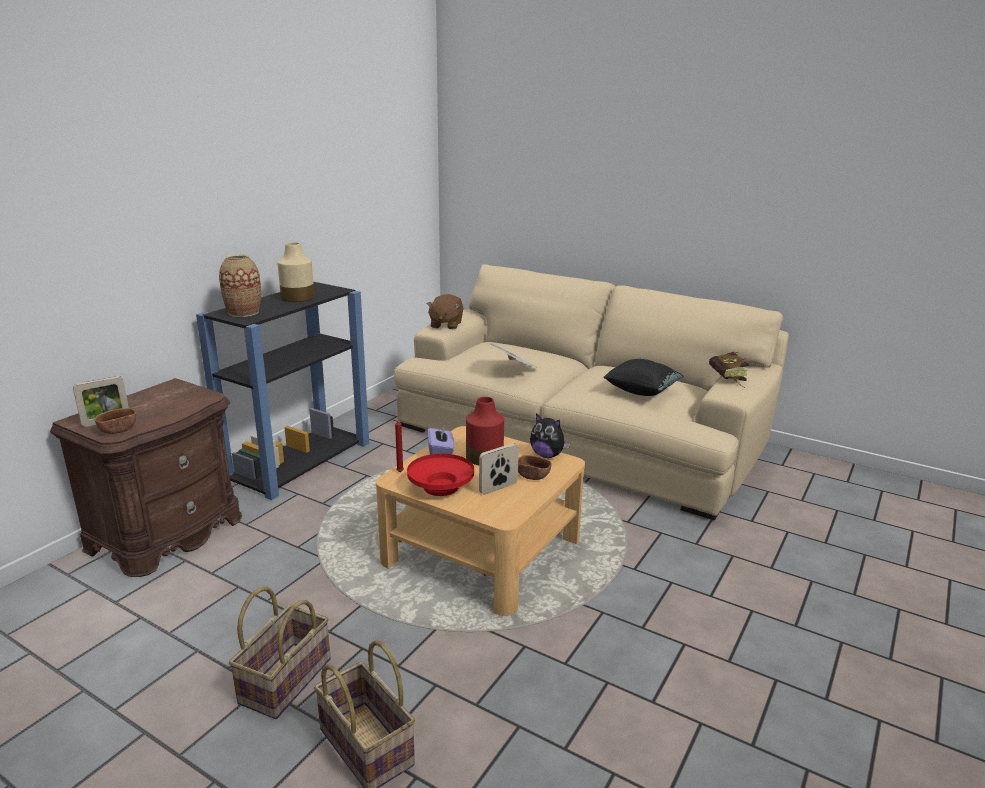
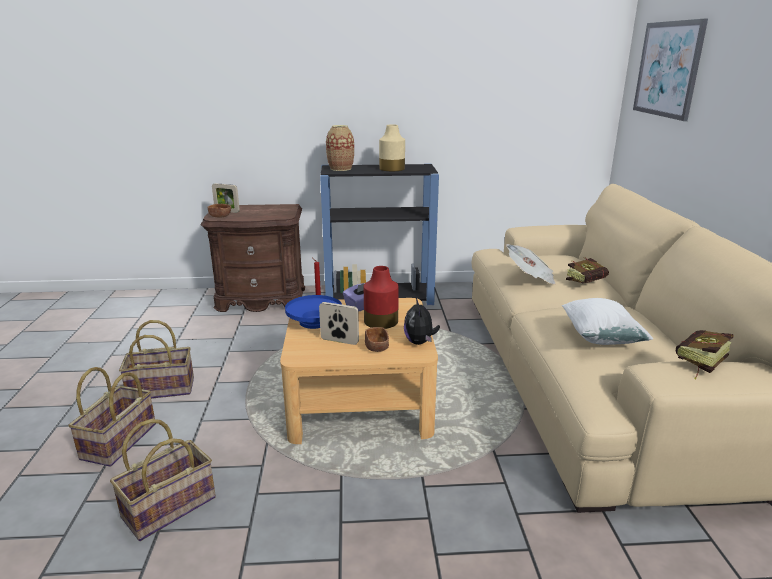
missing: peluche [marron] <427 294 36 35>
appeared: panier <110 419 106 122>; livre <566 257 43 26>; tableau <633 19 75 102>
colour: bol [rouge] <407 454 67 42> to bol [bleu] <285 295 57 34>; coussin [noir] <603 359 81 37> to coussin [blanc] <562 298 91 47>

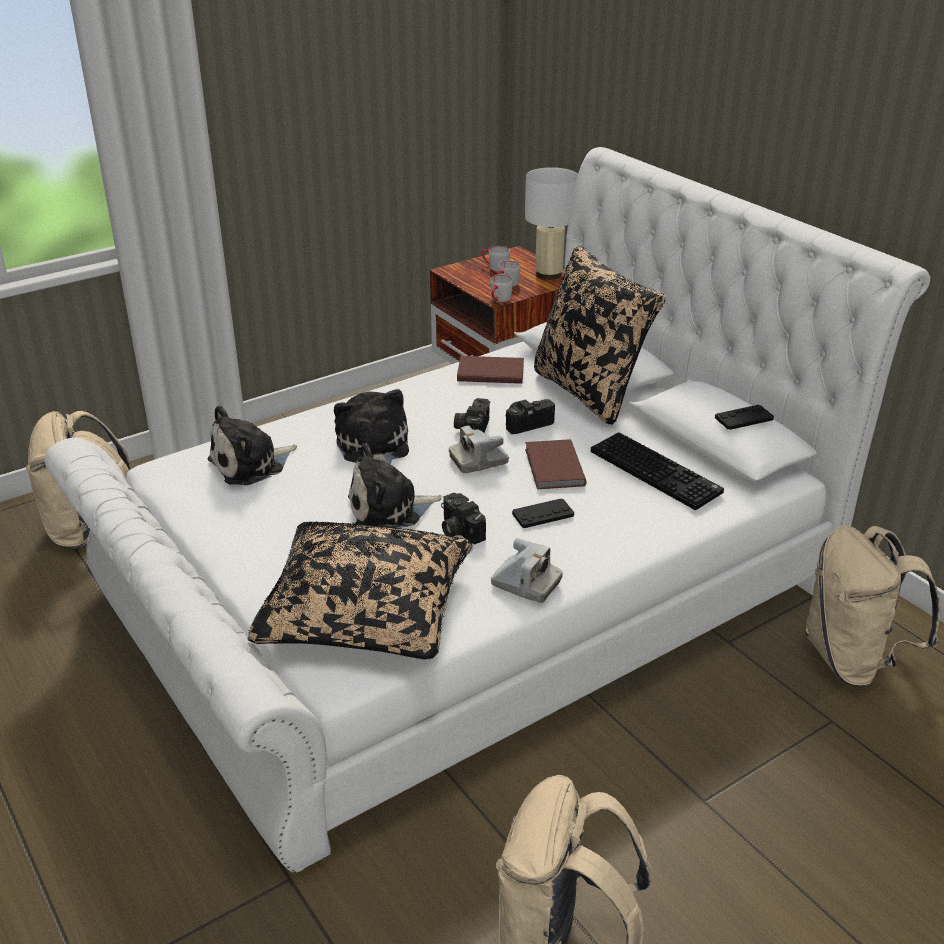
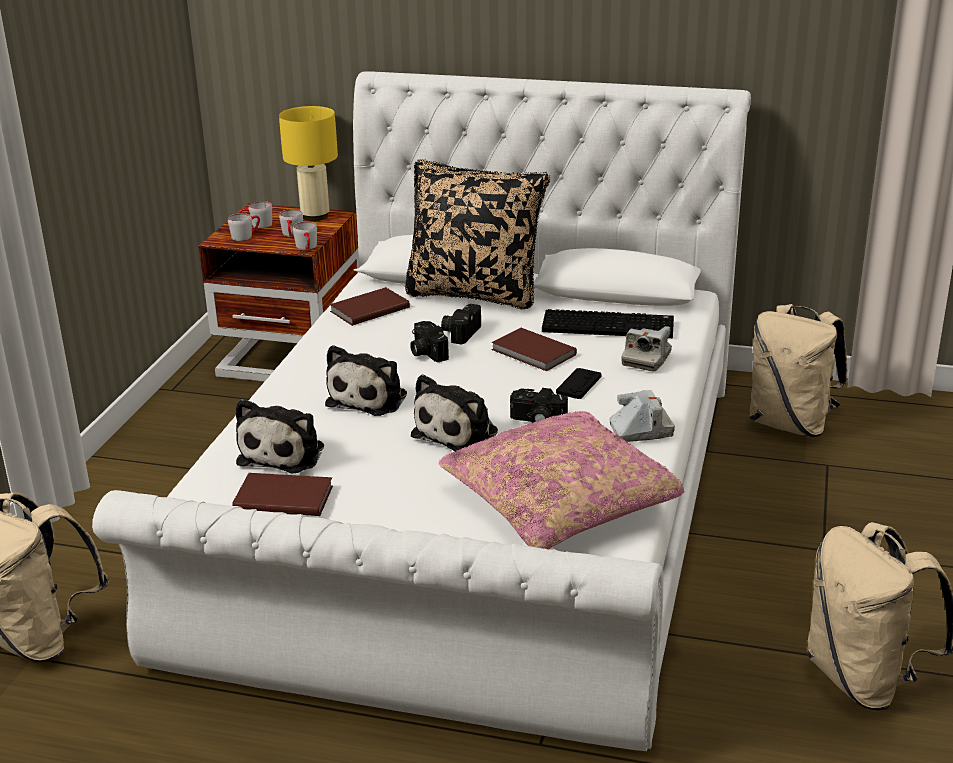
missing: manette [noir] <715 405 59 25>
appeared: mug [gris] <228 213 32 28>; livre [marron] <232 473 101 43>
relocated: appareil photo <449 426 60 47> to <621 326 51 45>
colour: coussin [noir] <248 521 225 139> to coussin [rose] <438 411 246 138>; lampe de table [blanc] <525 167 53 112> to lampe de table [jaune] <279 106 59 115>
spun: peluche <334 389 75 75> = <325 345 82 71> 105 degrees counterclockwise

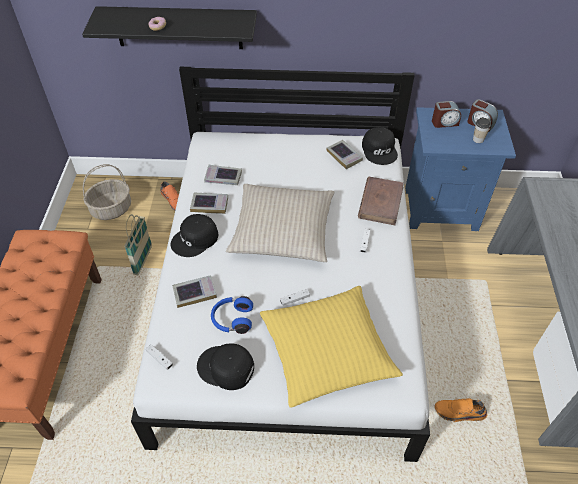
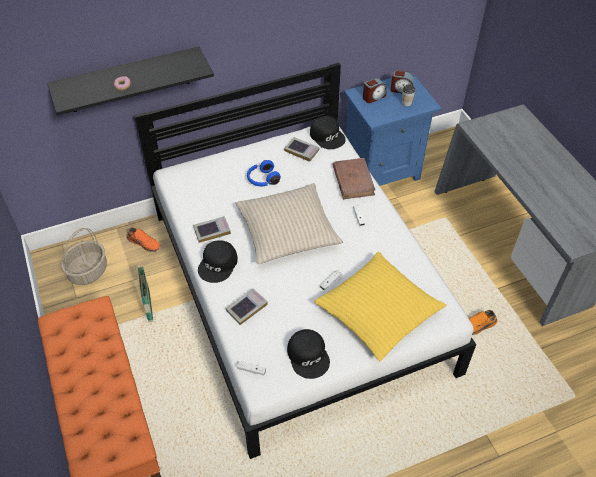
missing: livre <204 165 38 20>
relocated: casque audio [bleu] <211 296 42 38> to <247 160 34 26>
spun: casquette [noir] <197 344 57 46> = <287 329 43 50> 105 degrees counterclockwise

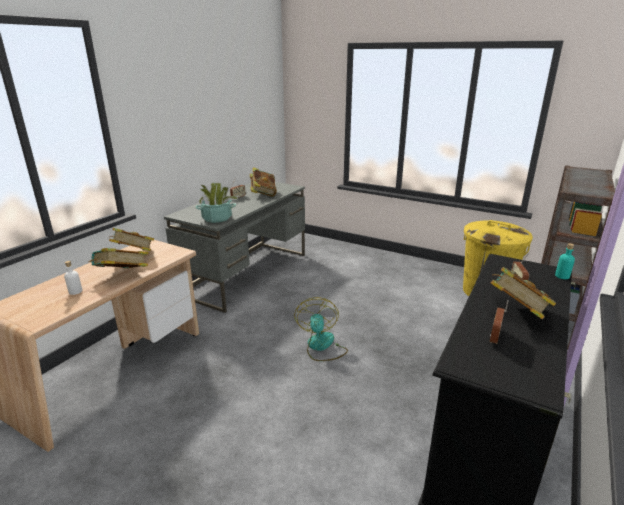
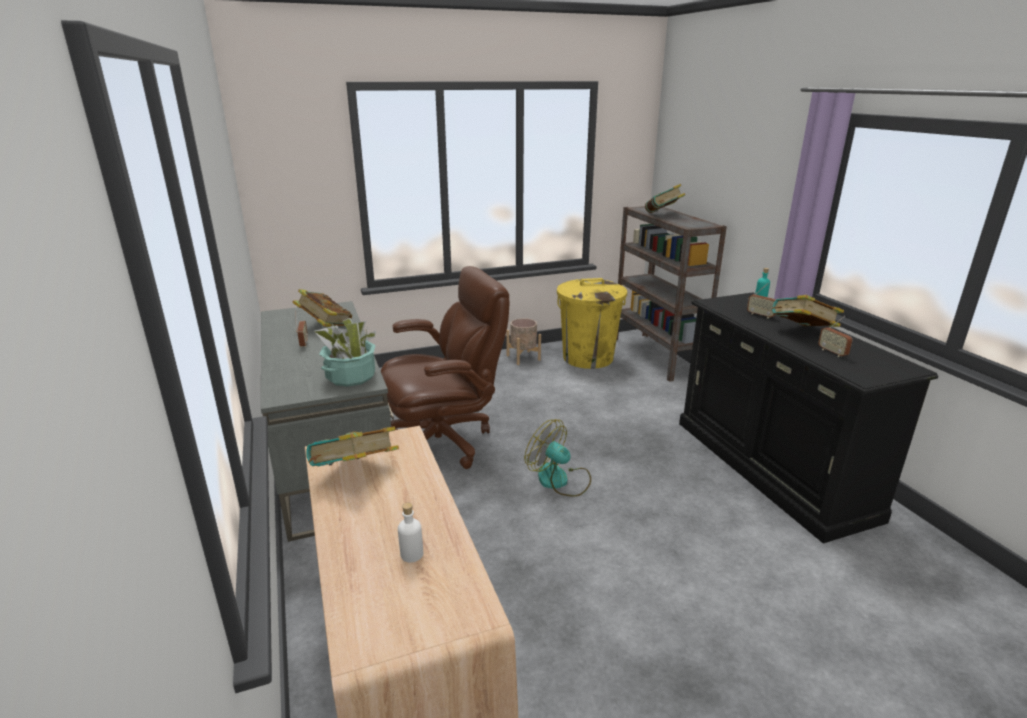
appeared: chaise de bureau [marron] <381 266 128 203>; cache-pot [beige] <506 318 35 47>
relocated: livre <89 248 59 21> to <645 184 40 29>

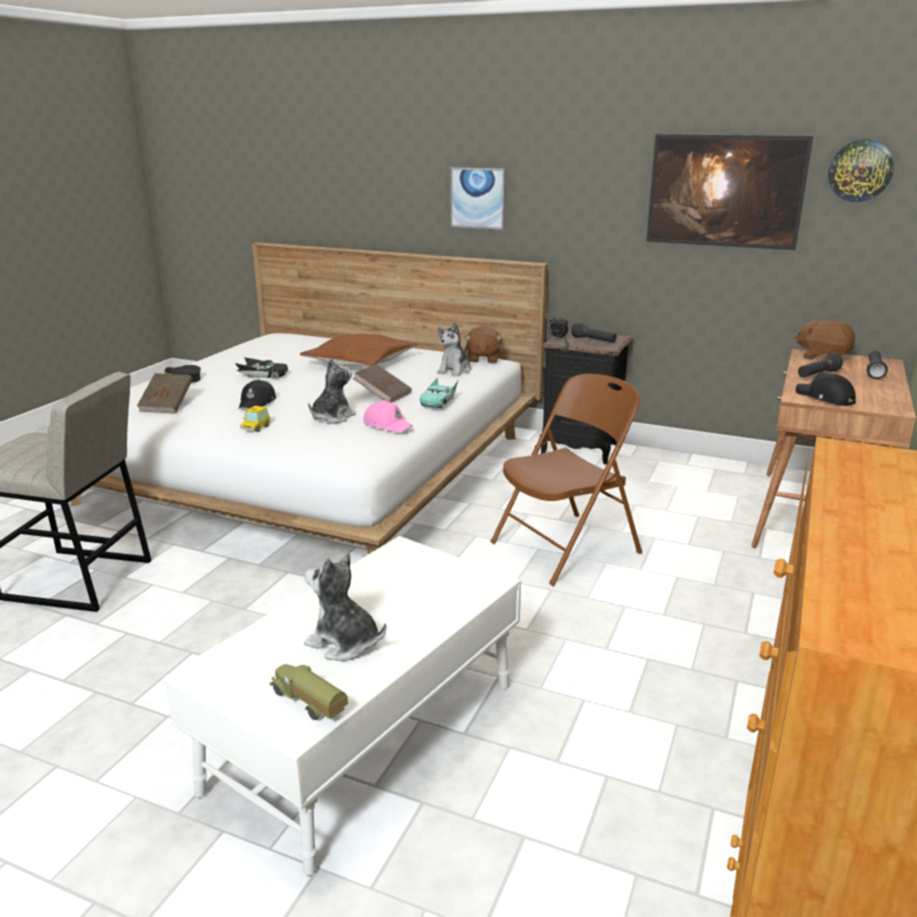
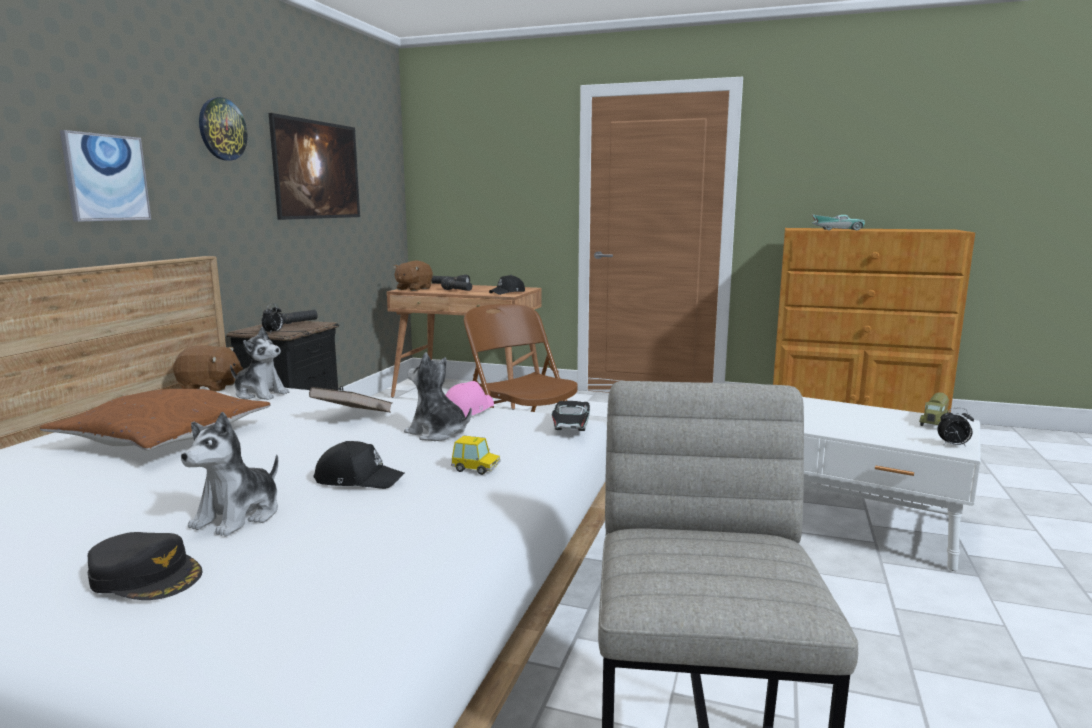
missing: livre [marron] <137 373 55 41>
appeared: réveil <937 408 37 37>
relocated: petite voiture [noir] <235 357 53 23> to <552 401 38 30>; peluche <304 554 82 107> to <181 412 97 125>; petite voiture [turquoise] <420 377 38 31> to <812 215 53 15>; horloge murale <828 139 66 63> to <199 97 48 64>

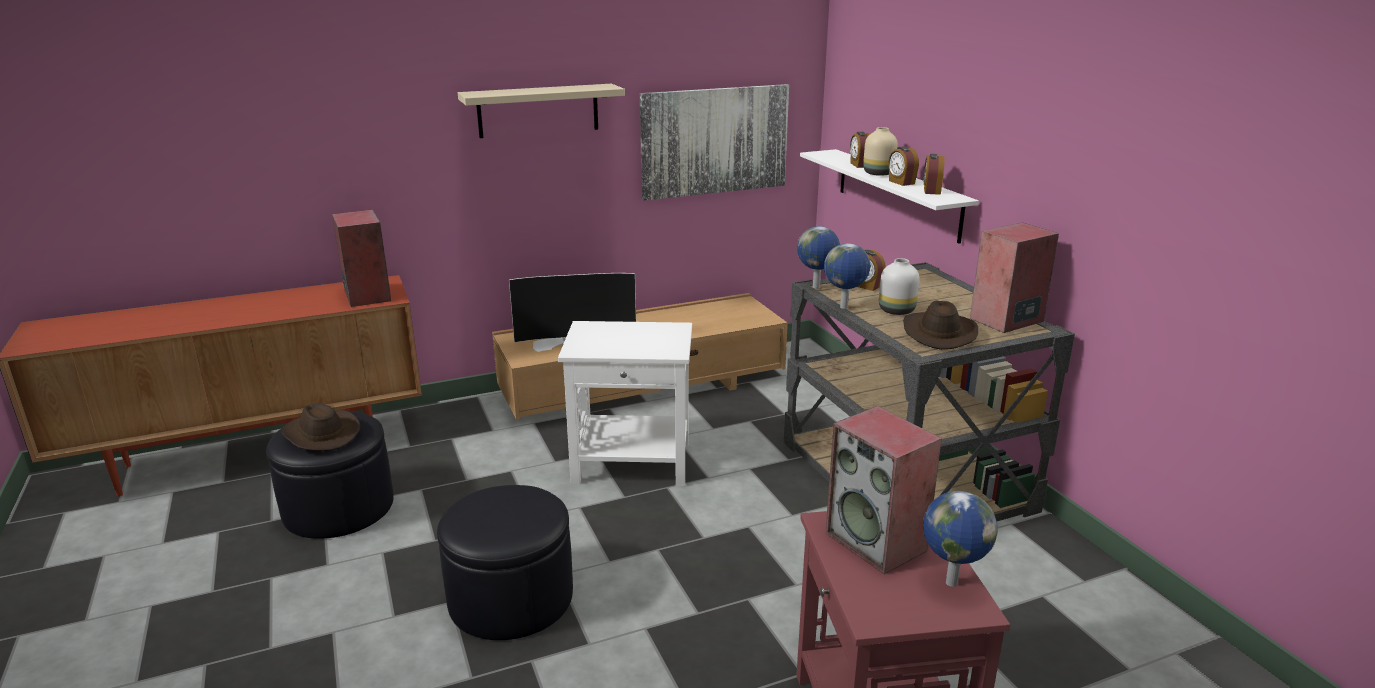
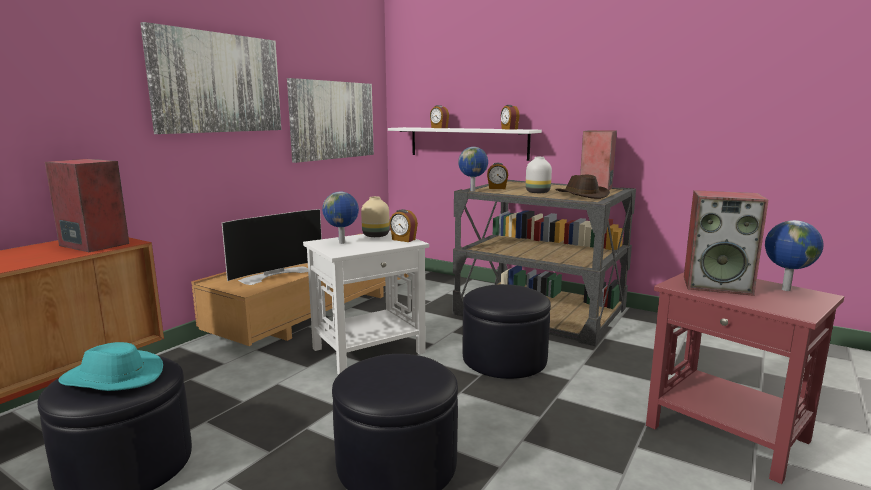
appeared: pouf [noir] <462 284 89 95>
relocated: globe <824 243 46 66> to <322 192 37 52>; vase [beige] <863 127 35 49> to <361 196 29 41>; réveil <888 146 31 40> to <389 209 29 33>
exchanged: étagère [beige] <458 84 167 54> to tableau <140 22 141 112>
colour: chapeau [marron] <281 403 80 48> to chapeau [turquoise] <58 342 105 49>

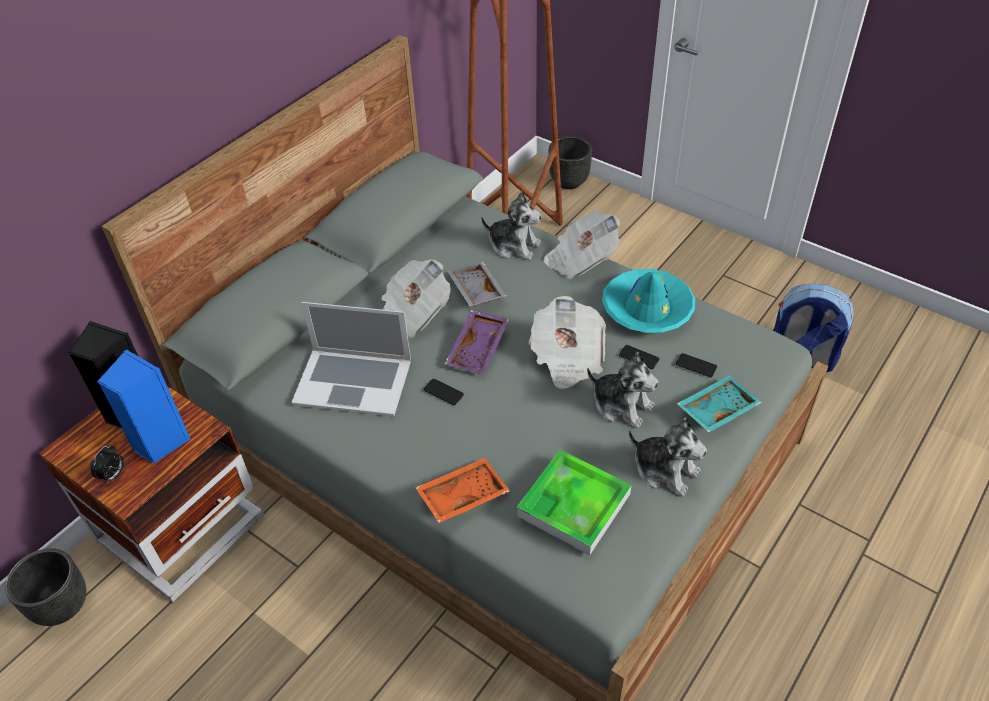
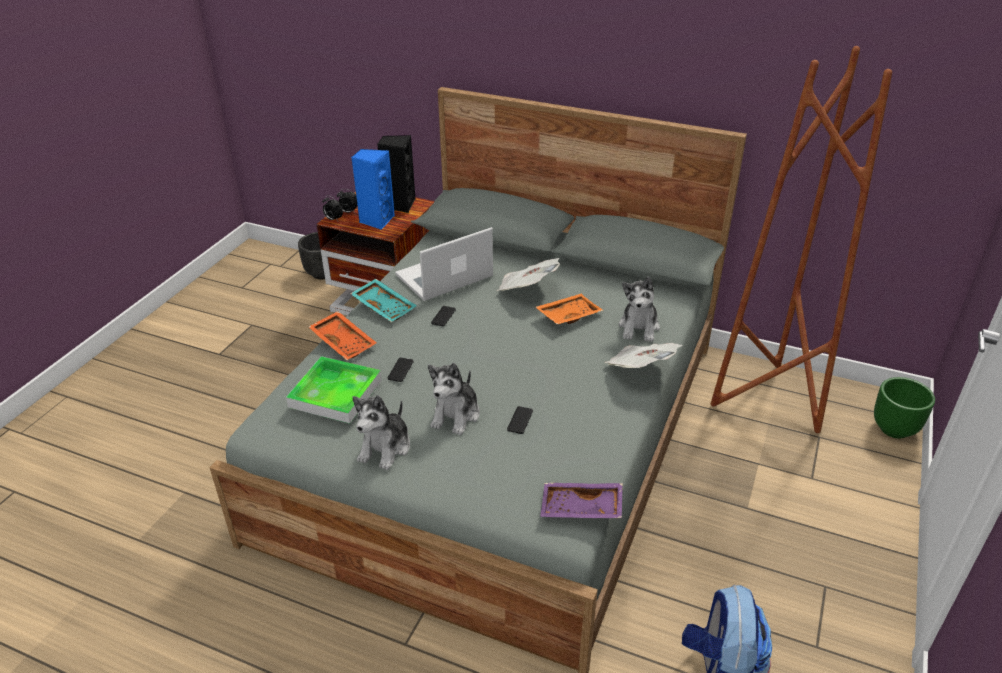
missing: journal <529 296 77 93>; chapeau [turquoise] <602 269 93 64>
appeared: réveil <322 195 21 26>
relocated: plateau [violet] <445 310 64 64> to <540 483 83 35>; téléphone <676 353 41 24> to <388 358 26 24>; plateau [turquoise] <676 375 86 57> to <350 279 67 43>
colour: plateau [gris] <448 262 59 45> to plateau [orange] <536 294 68 30>; cache-pot [noir] <549 136 43 53> to cache-pot [vert] <874 377 61 62>
spun: ordinateur portable <291 302 120 115> = <395 227 98 74> 60 degrees clockwise

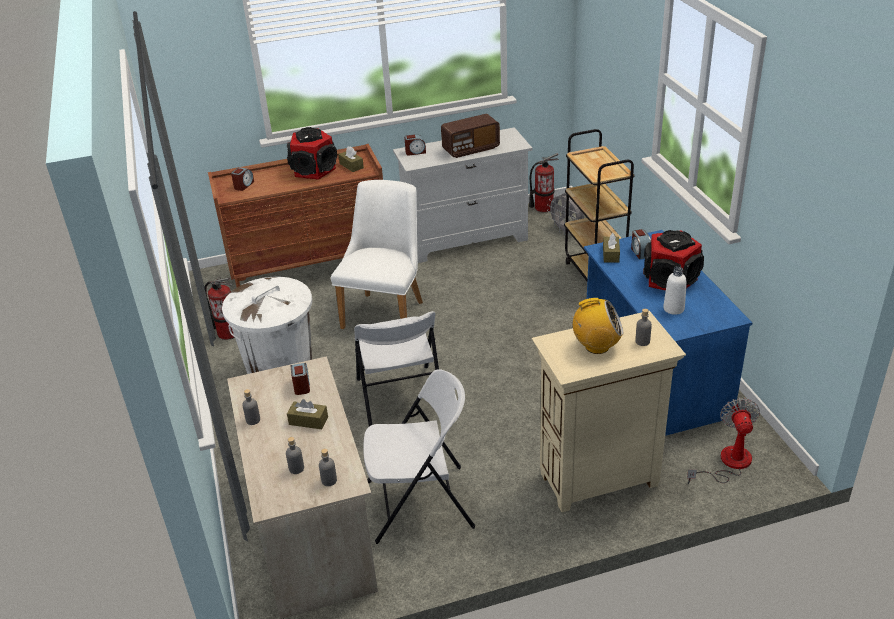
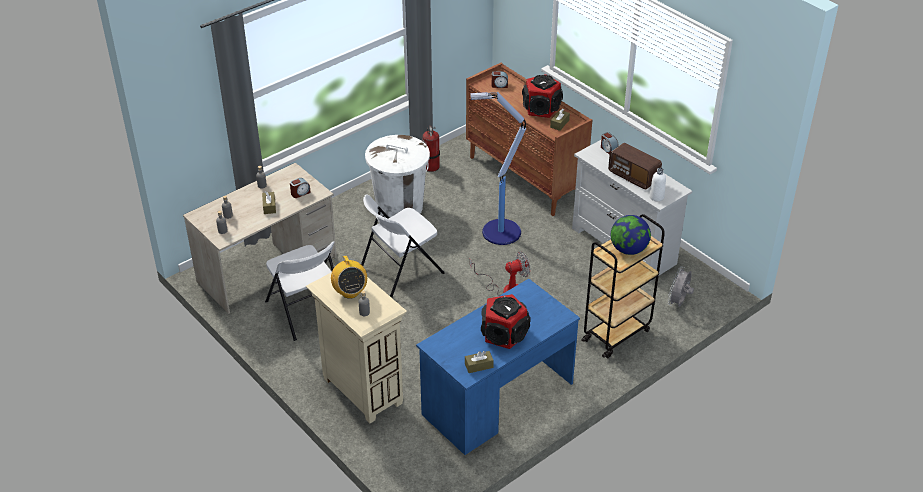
missing: extincteur <529 153 30 59>; réveil <631 229 20 31>
appeared: globe <611 215 40 40>
relocated: boîte à mouchoirs [marron] <603 233 17 30> to <465 351 29 22>; bouteille [blanc] <663 266 24 49> to <649 168 17 33>; ventilateur <687 398 73 87> to <470 252 60 44>
exchanged: chaise [blanc] <331 180 92 149> to lampadaire <471 91 55 154>

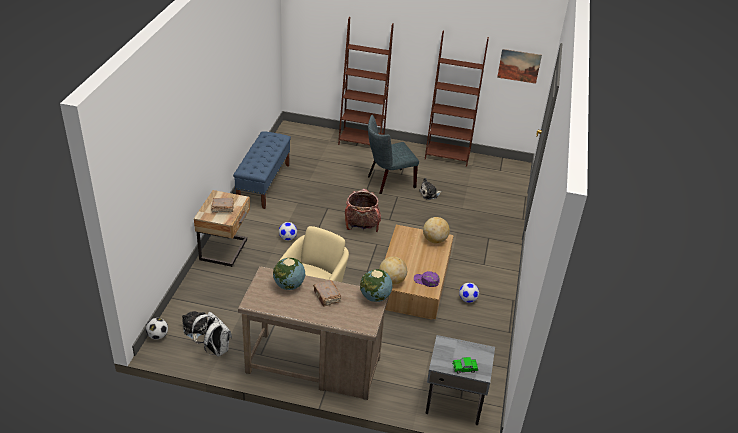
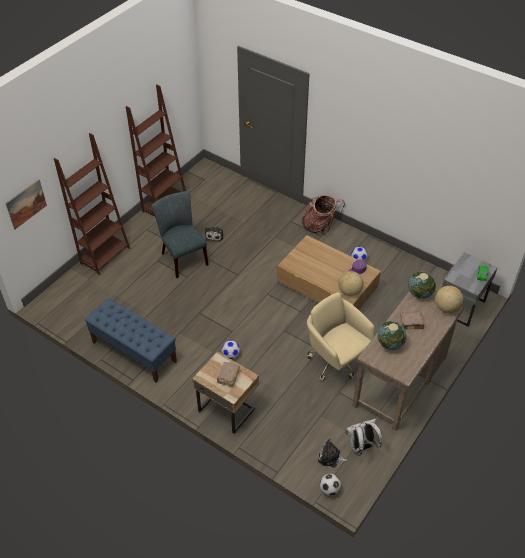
relocated: sac à dos <345 189 36 43> to <302 195 43 40>; globe <423 217 27 27> to <435 286 29 27>; tableau <497 49 45 35> to <6 179 41 51>
spun: chaise [gris] <368 115 51 79> = <151 191 58 87> 150 degrees clockwise

